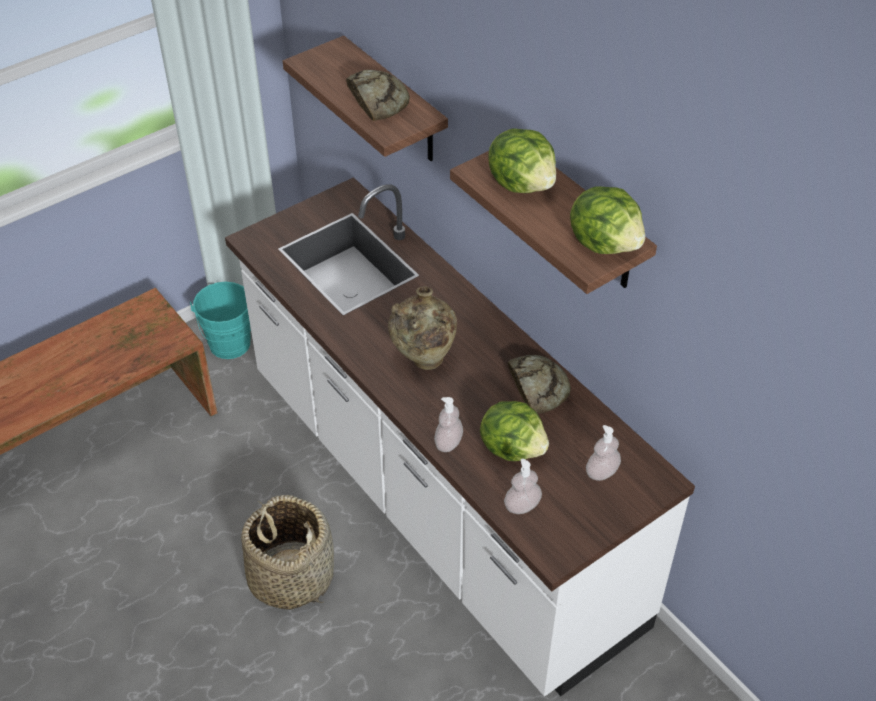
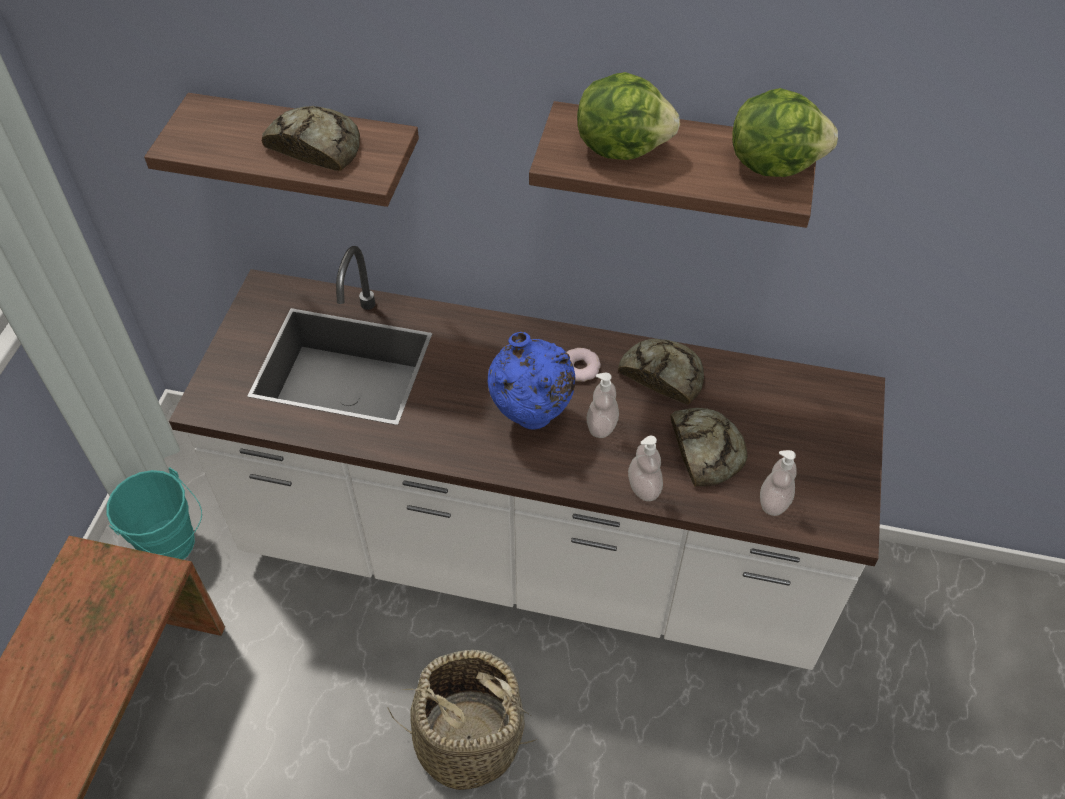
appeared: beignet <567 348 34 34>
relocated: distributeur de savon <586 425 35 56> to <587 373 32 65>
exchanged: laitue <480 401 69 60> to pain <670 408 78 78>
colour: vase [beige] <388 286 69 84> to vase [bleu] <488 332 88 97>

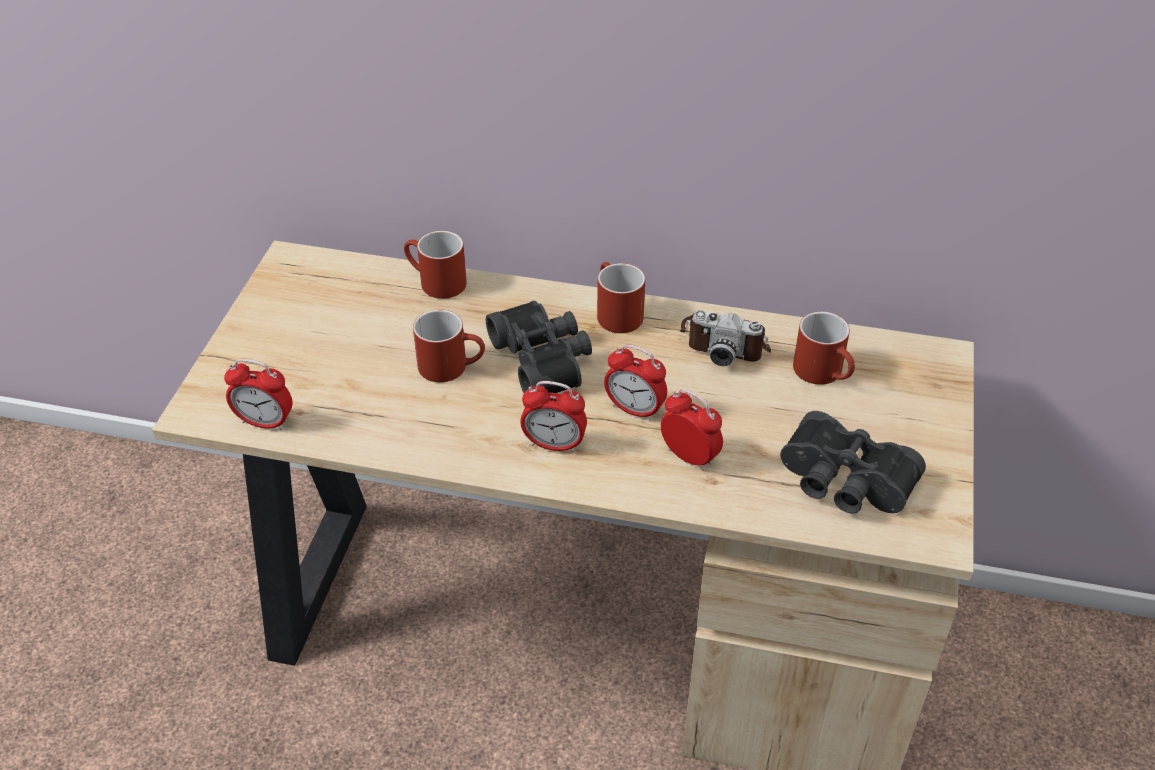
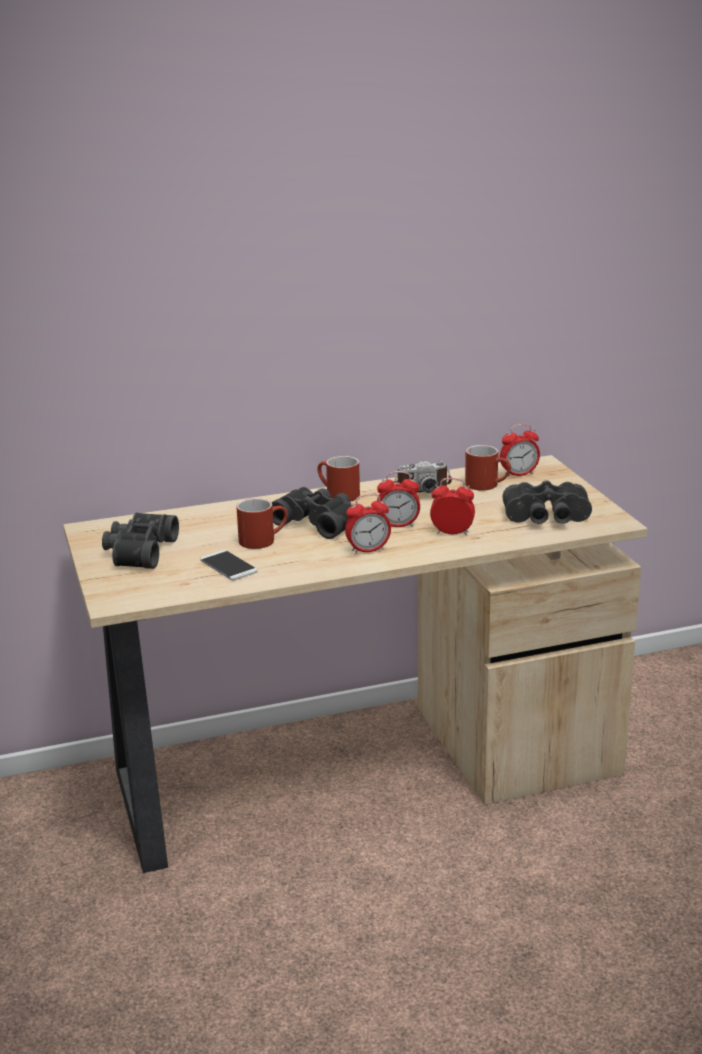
missing: mug [rouge] <404 231 63 68>
appeared: jumelles [noir] <102 513 77 56>; téléphone <200 550 58 30>
relocated: réveil <224 359 69 71> to <500 424 40 54>

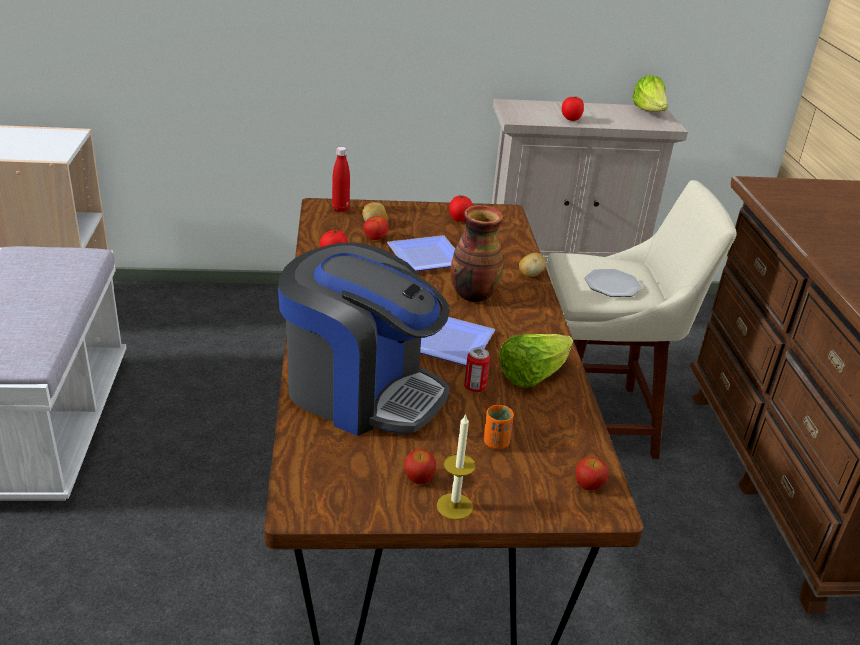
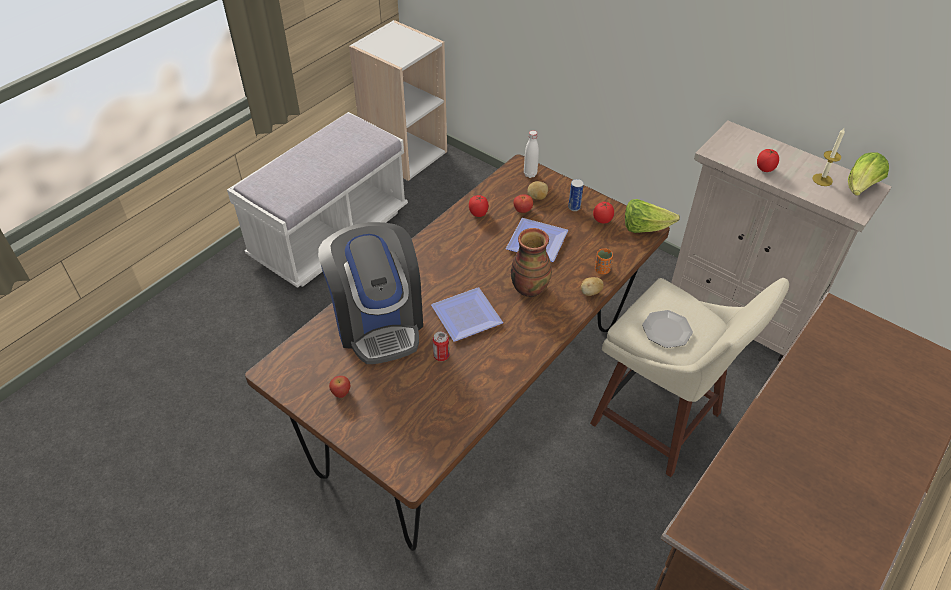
missing: pomme <575 457 34 34>
appeared: boîte métallique <568 179 16 32>
relocated: bougie <437 414 39 106> to <813 128 32 58>; tasse [orange] <484 405 30 44> to <595 248 18 26>; laitue <499 334 74 54> to <625 199 55 34>
colour: bouteille [rouge] <332 147 18 65> to bouteille [blanc] <524 131 15 47>

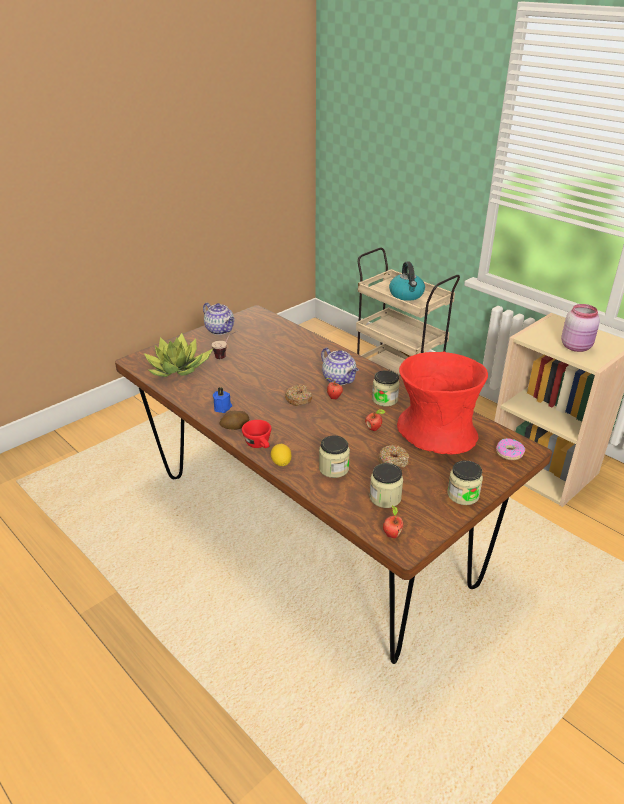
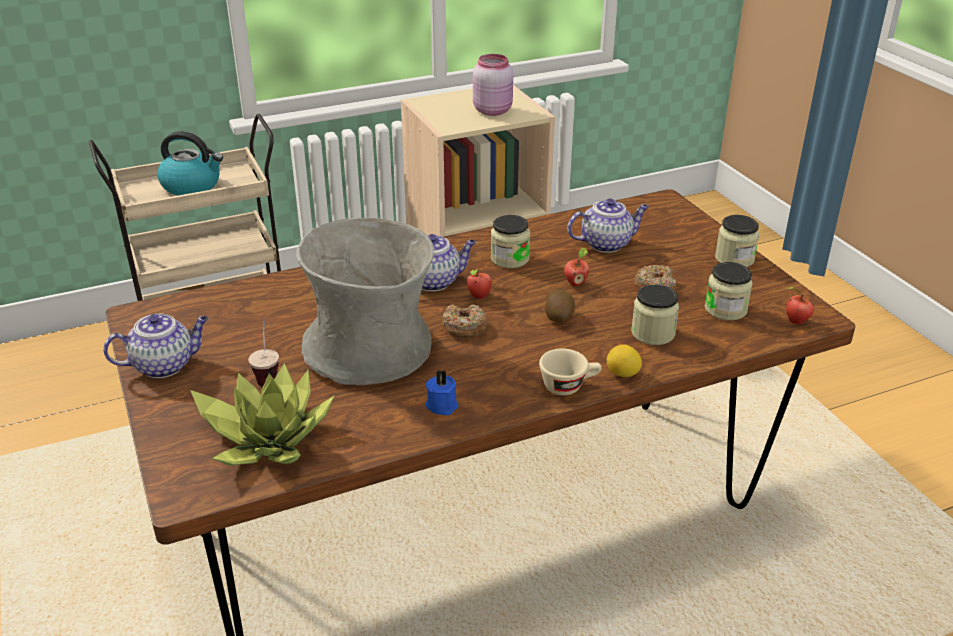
missing: beignet <496 438 29 22>
appeared: vase [gris] <296 218 138 167>
relocated: pomme de terre <219 410 30 20> to <545 288 31 34>
exchanged: vase [rouge] <397 351 91 103> to théière <567 198 82 55>
colour: tasse [rouge] <242 420 29 28> to tasse [beige] <539 349 63 47>

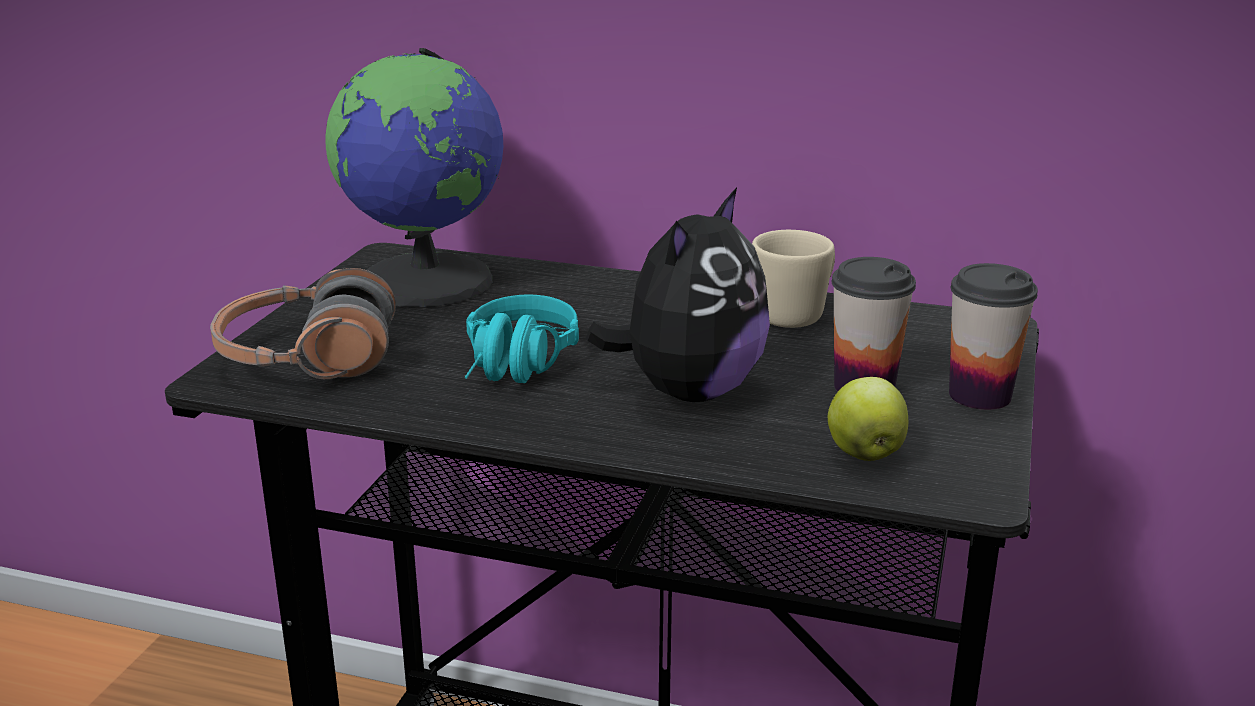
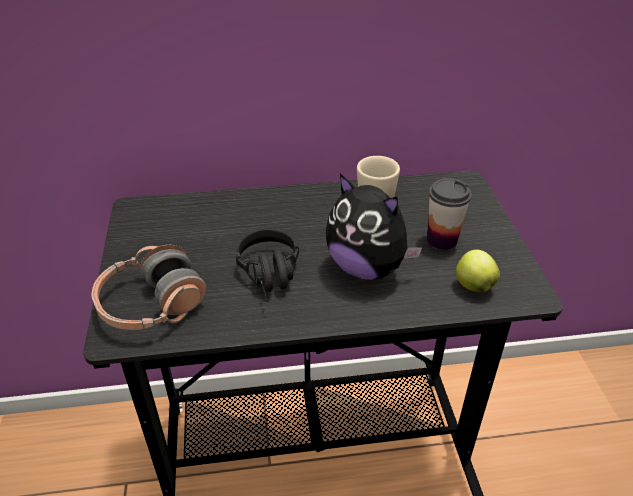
missing: globe <325 48 178 259>; tasse <949 263 89 147>
colour: casque audio [turquoise] <465 295 114 88> to casque audio [noir] <236 229 63 73>
spun: peluche <586 187 184 215> = <326 174 96 106> 120 degrees clockwise

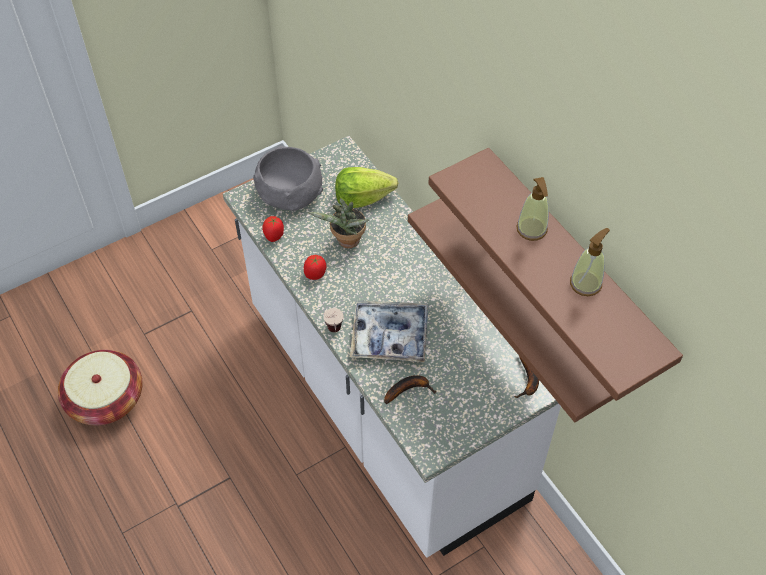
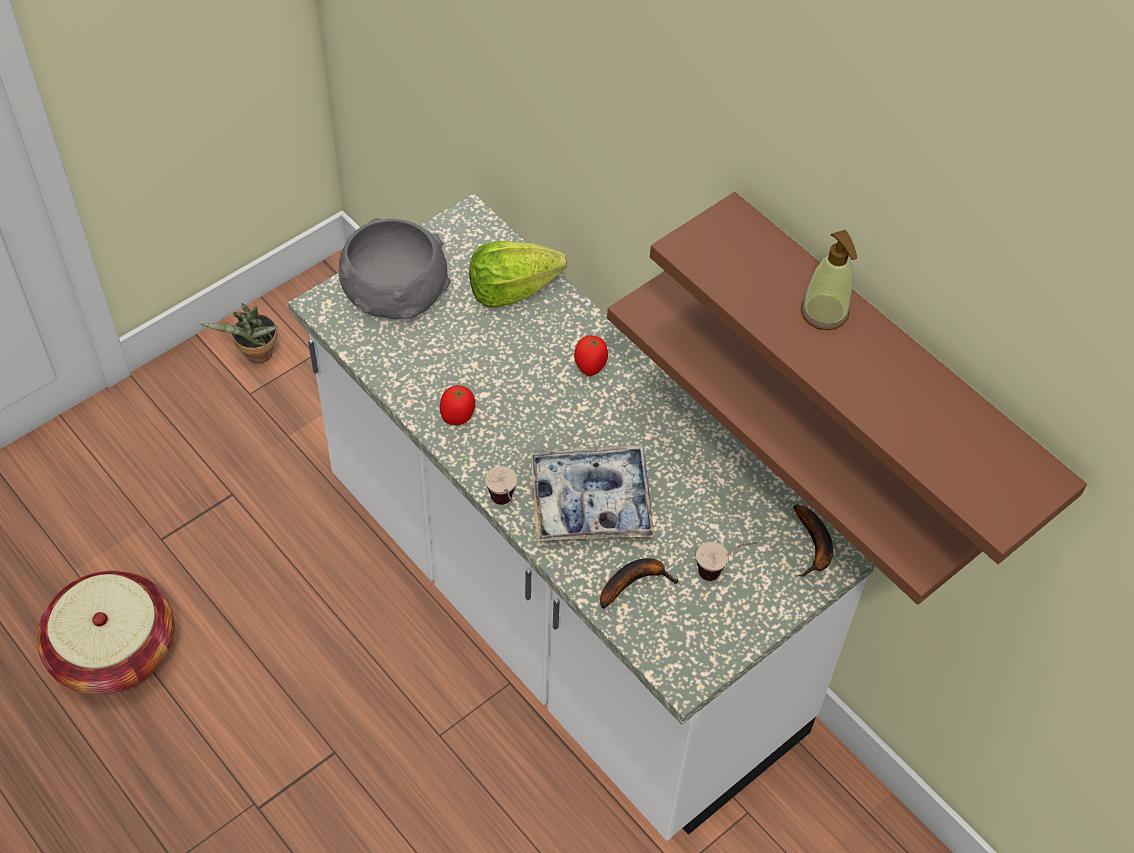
missing: distributeur de savon <570 228 40 68>
appeared: tasse <696 541 62 40>
relocated: tomate <262 216 22 26> to <574 335 34 41>; plante en pot <307 198 62 50> to <200 303 78 61>

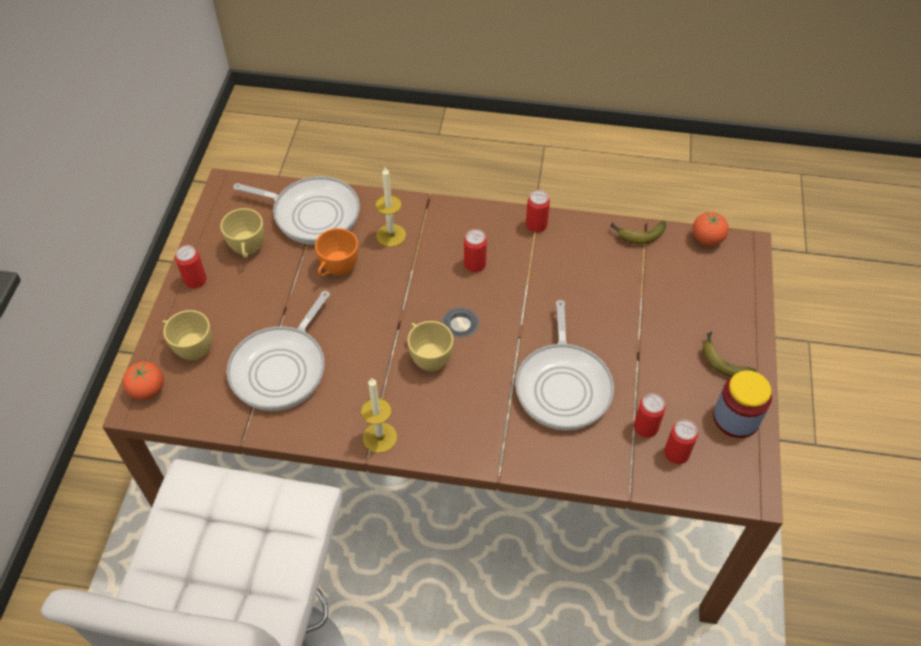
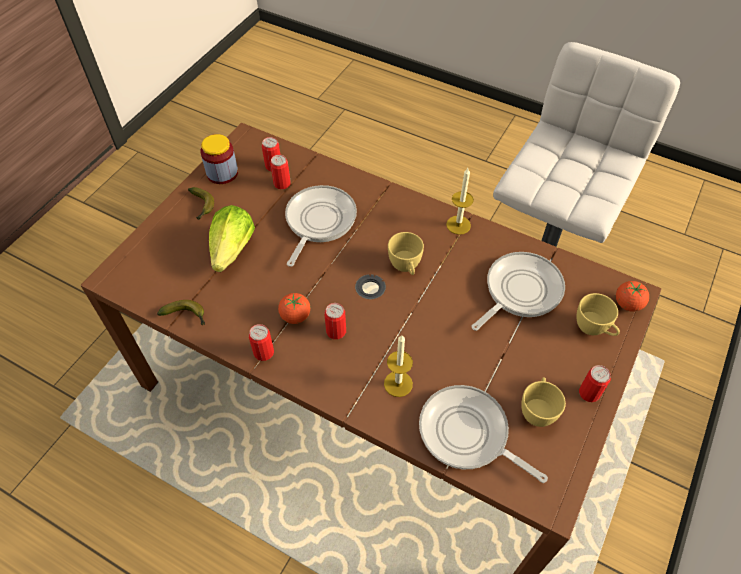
missing: tasse [orange] <315 228 43 48>
appeared: laitue <209 205 46 67>
relocated: tomate <693 212 36 34> to <278 293 32 31>

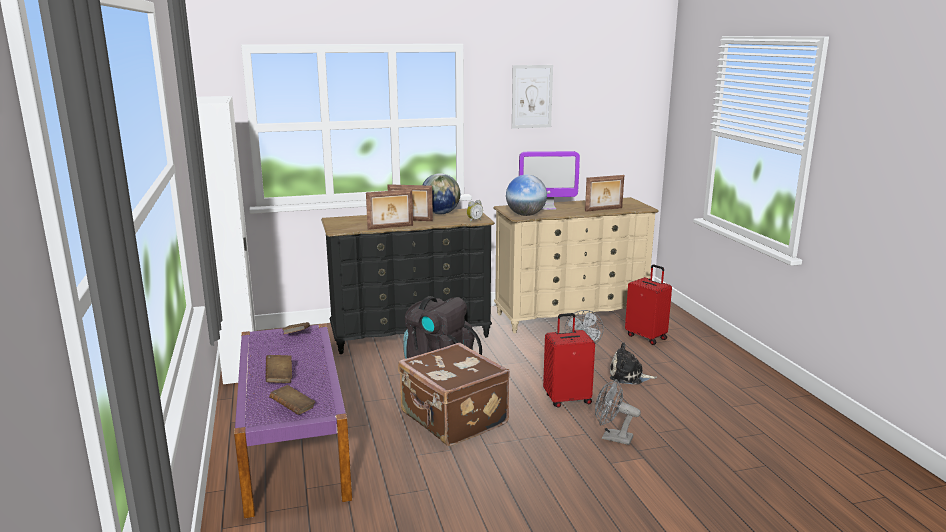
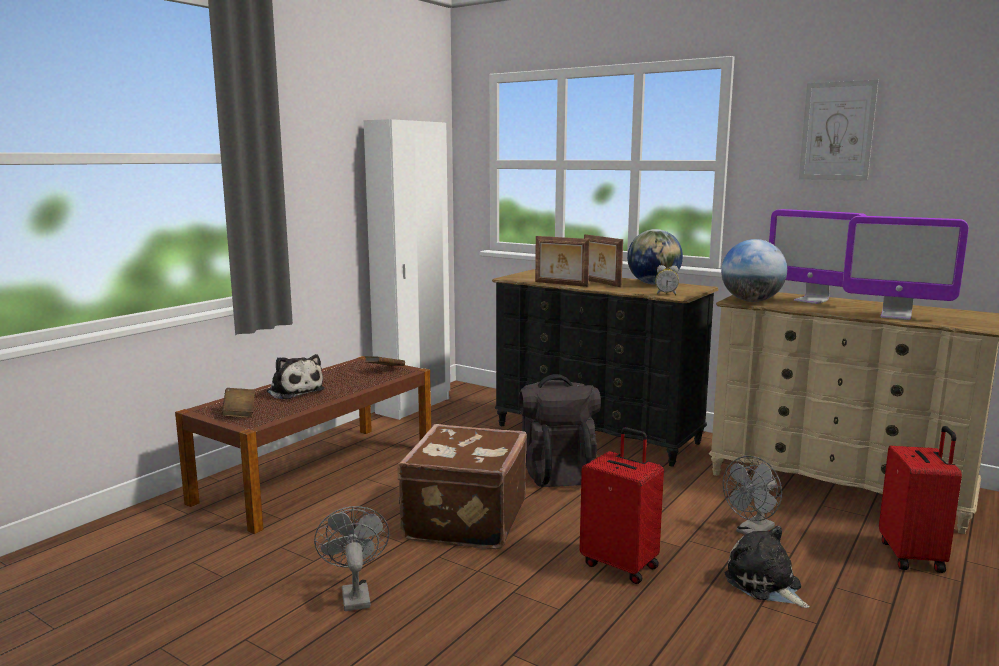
relocated: ventilateur [gris] <595 379 46 66> to <314 506 75 105>
exchanged: livre [marron] <266 355 26 28> to peluche <267 354 58 45>; cadre photo <585 175 39 37> to écran d'ordinateur <842 216 127 104>
colour: banc [violet] <234 323 118 195> to banc [marron] <175 356 256 178>

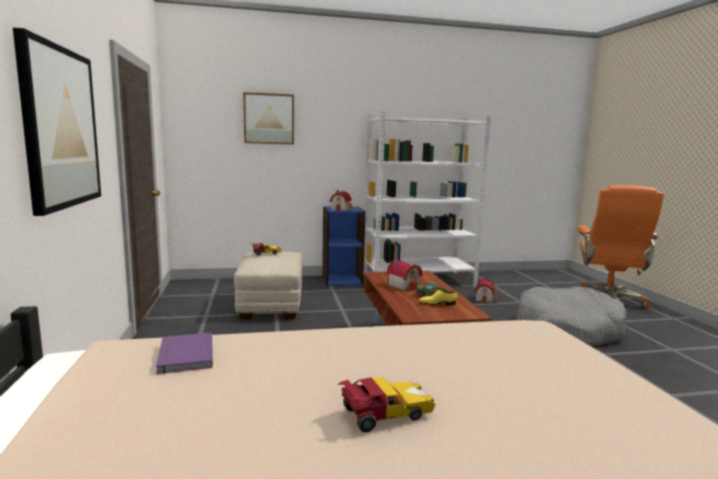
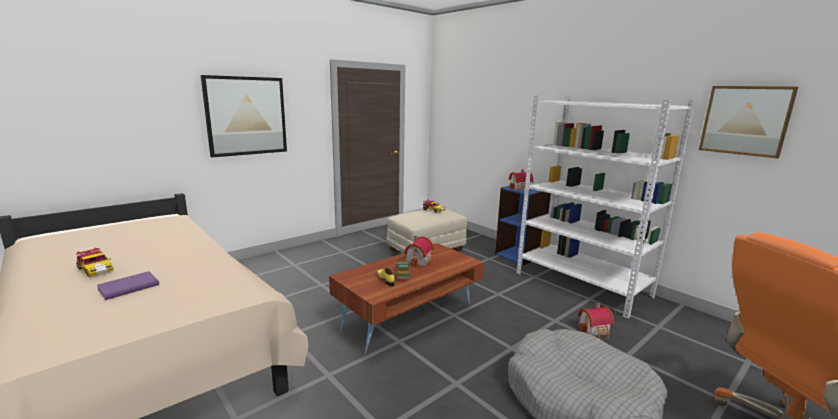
relocated: livre [violet] <156 333 57 41> to <97 271 62 29>; tableau <243 92 51 53> to <699 86 99 72>

